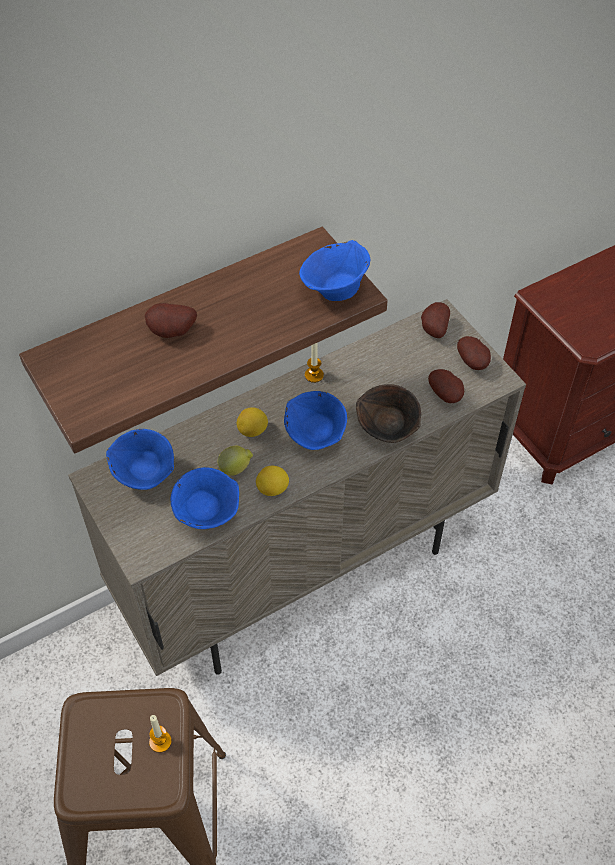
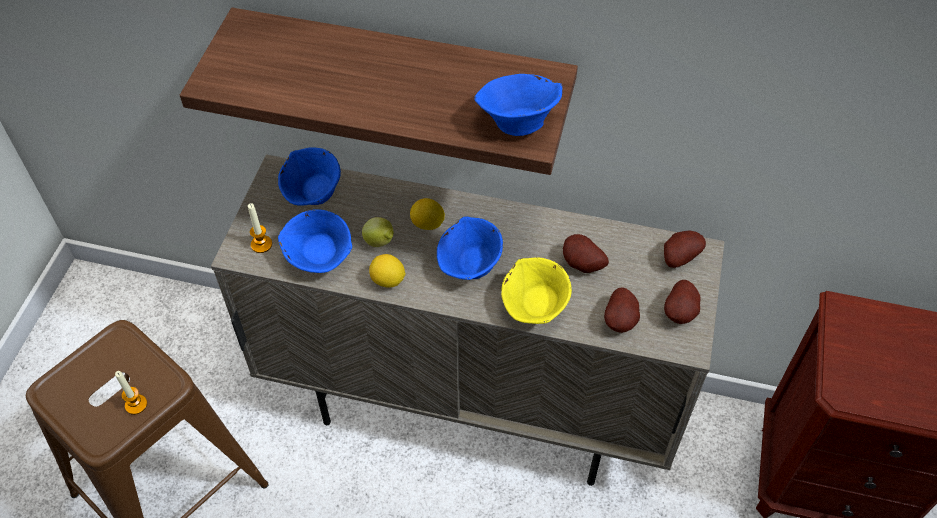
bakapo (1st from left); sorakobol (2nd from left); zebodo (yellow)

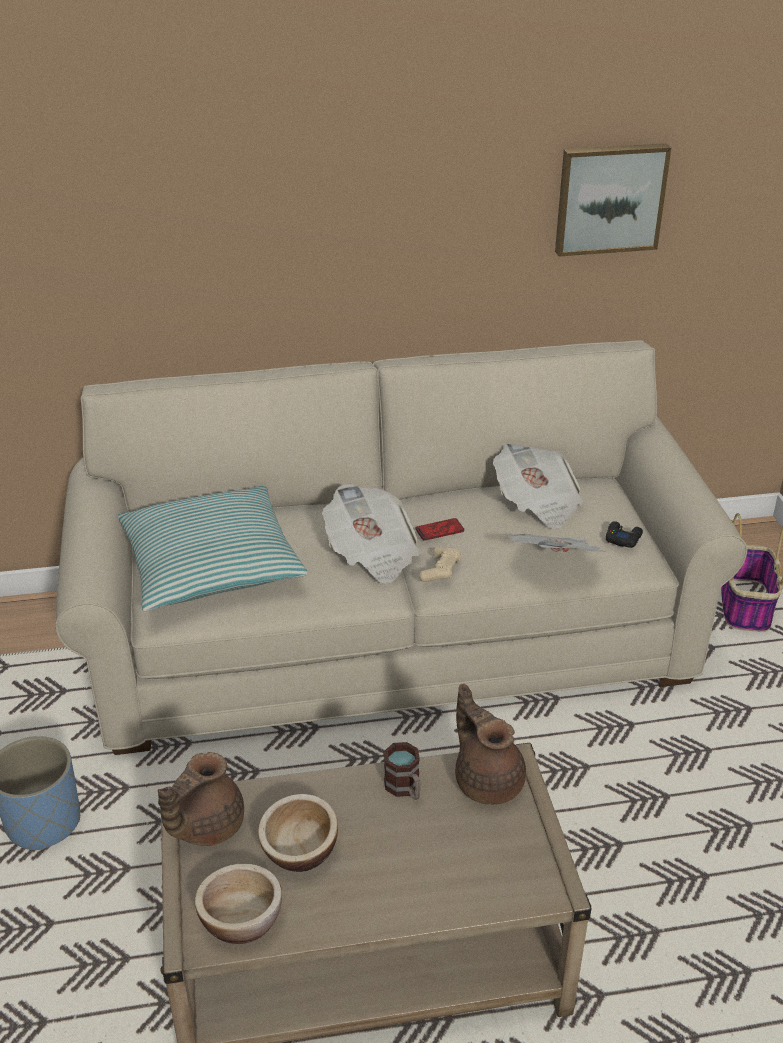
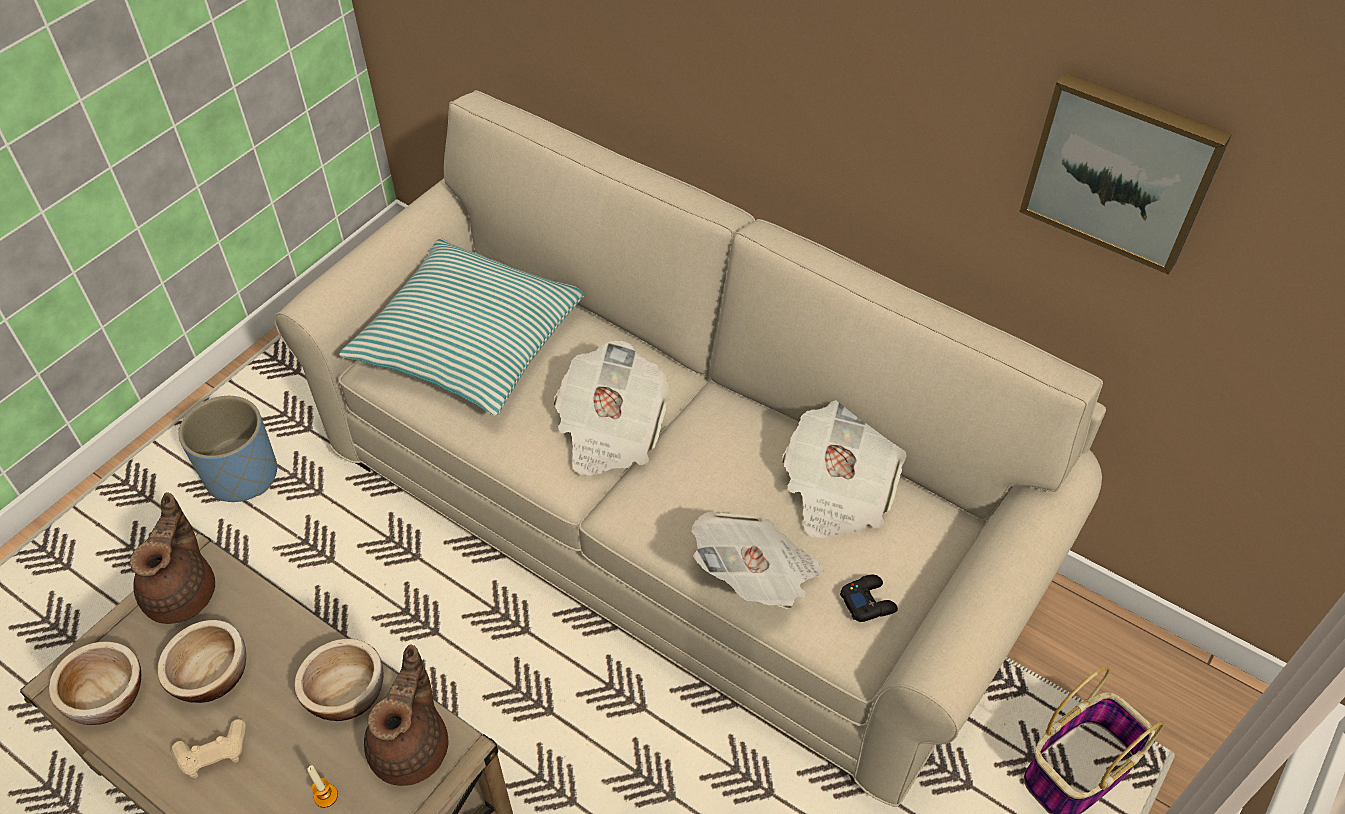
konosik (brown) (1st from left); zebodo (3rd from left); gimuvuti; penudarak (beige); sorakobol

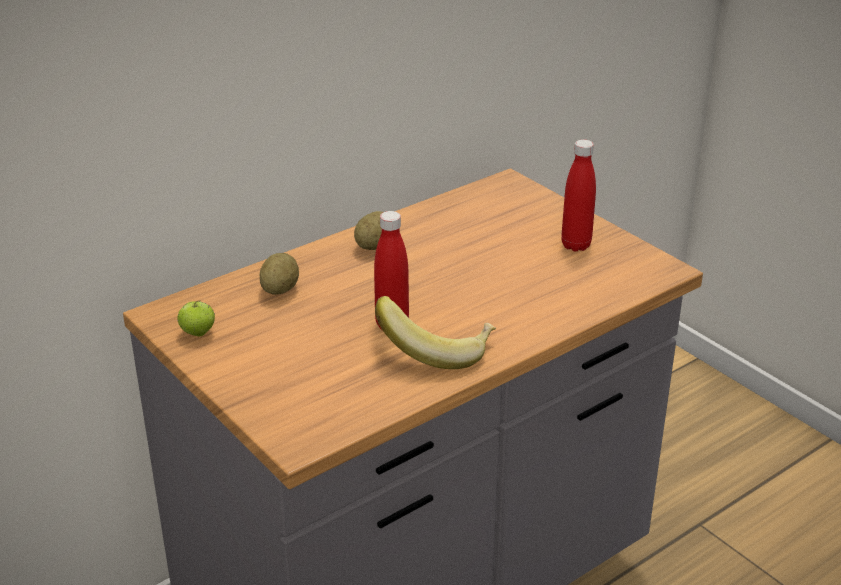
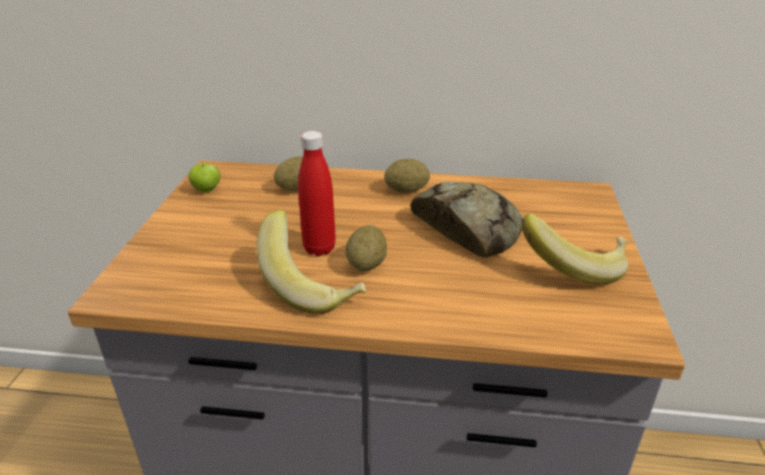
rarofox (2nd from left); bakapo (2nd from left); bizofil

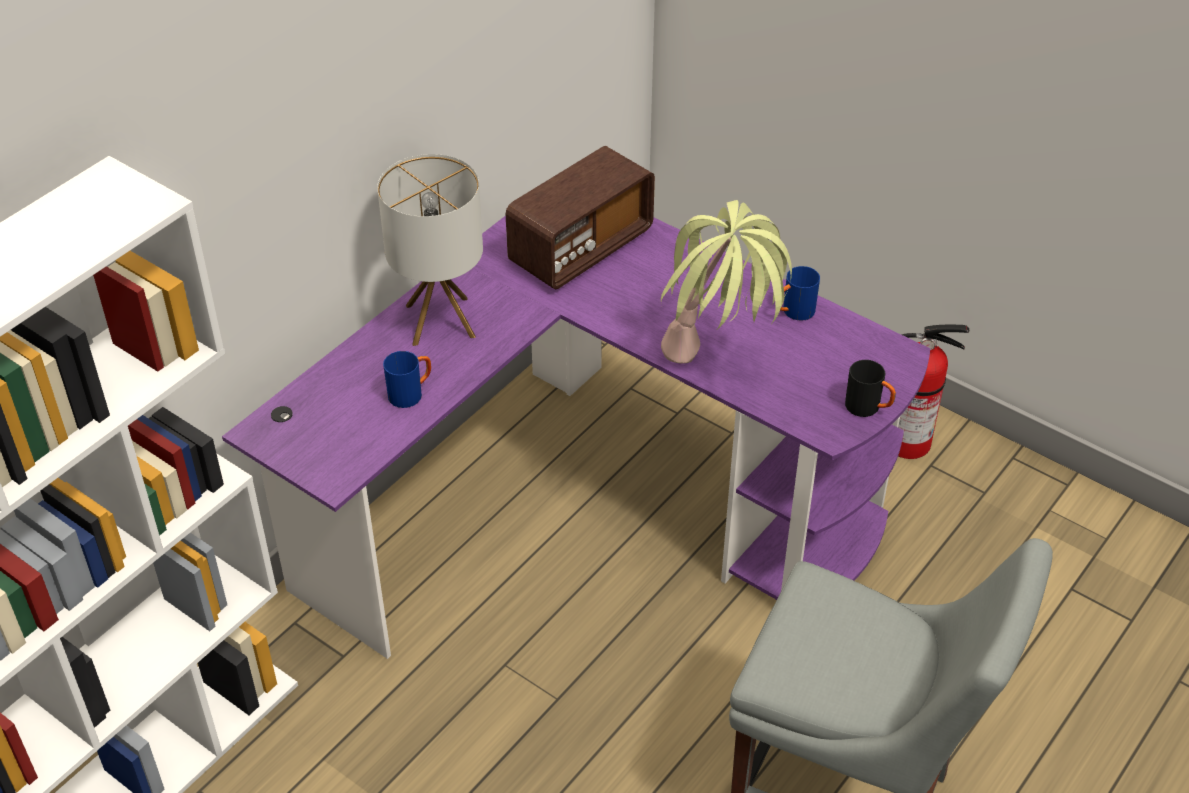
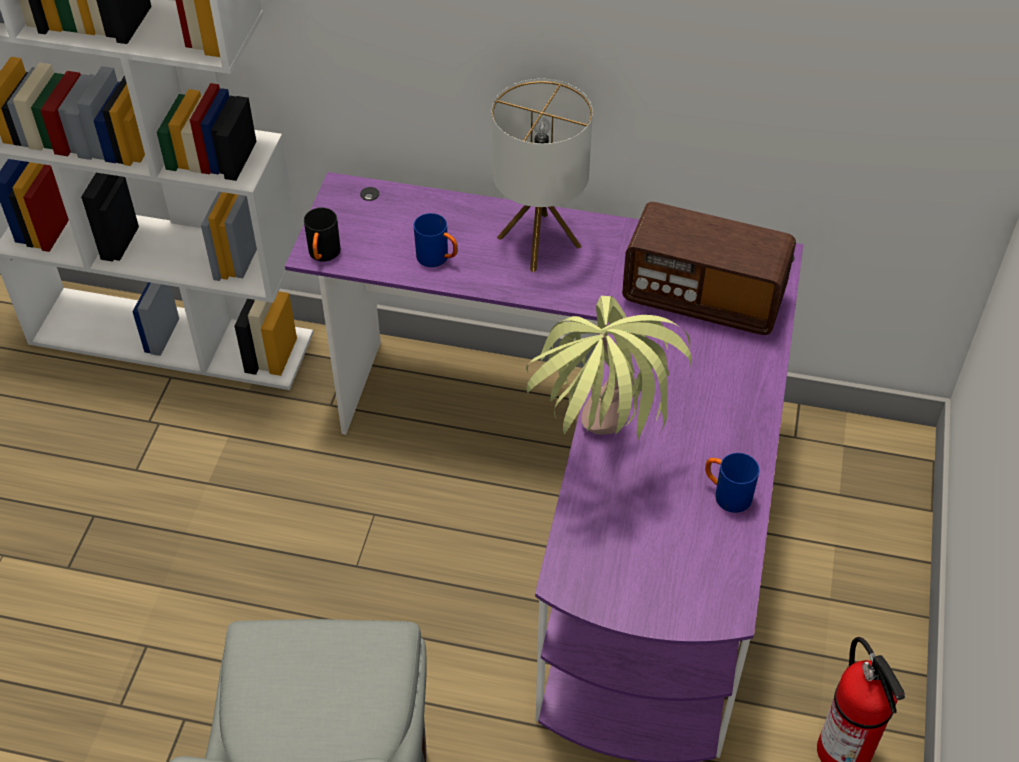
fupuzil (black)

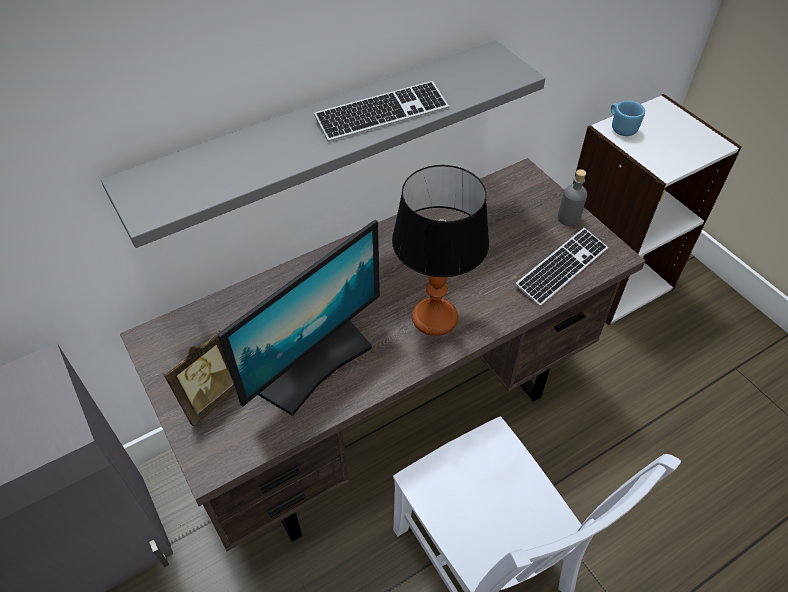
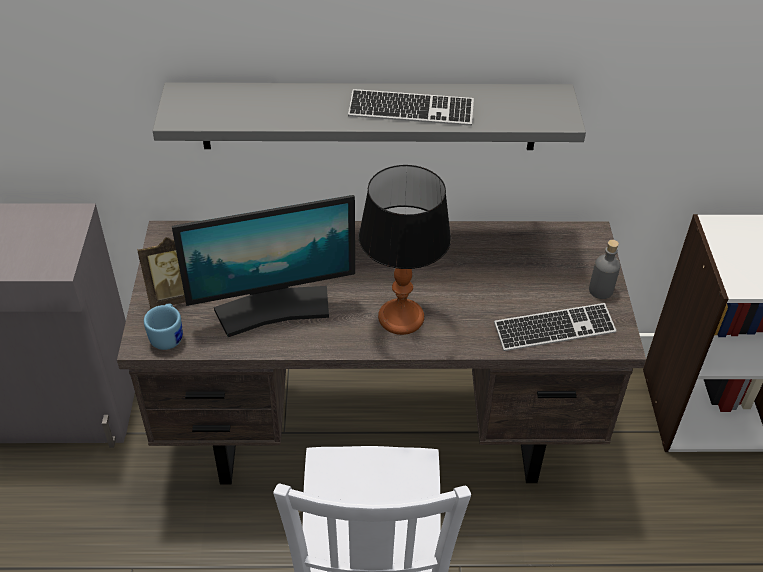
fupuzil (blue)

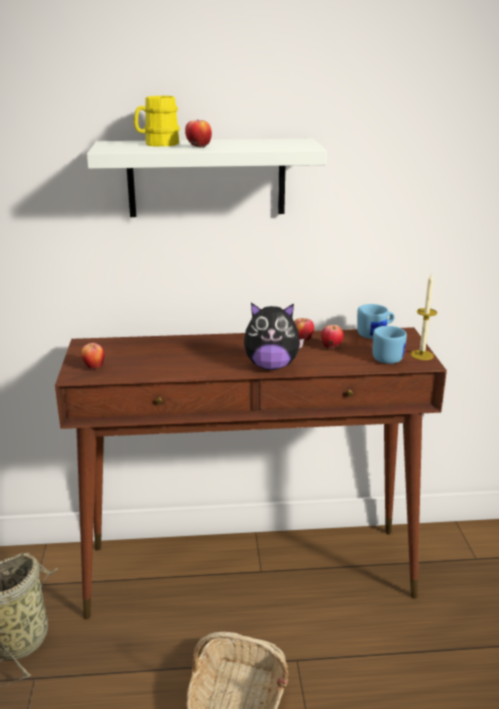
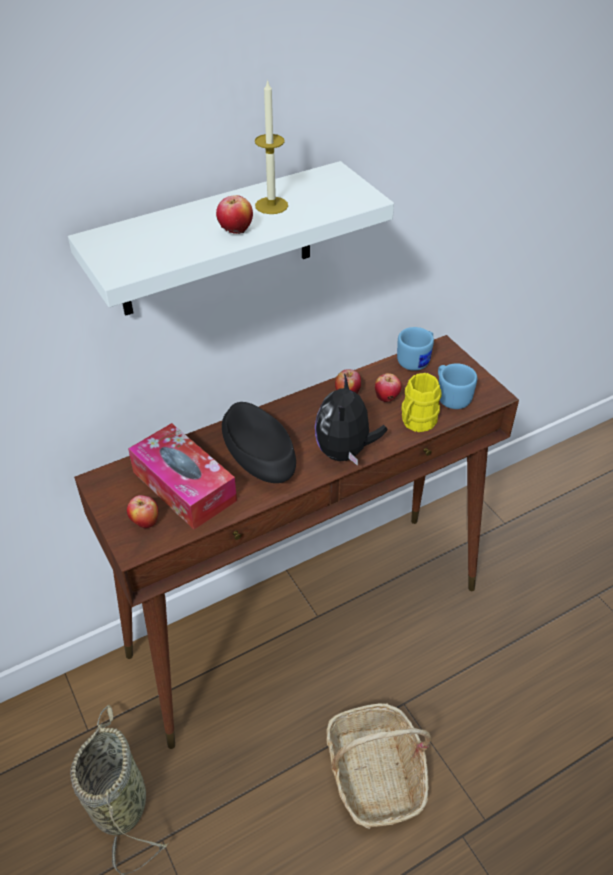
fupuzil (yellow); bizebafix; sorakobol; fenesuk; zebodo (black)

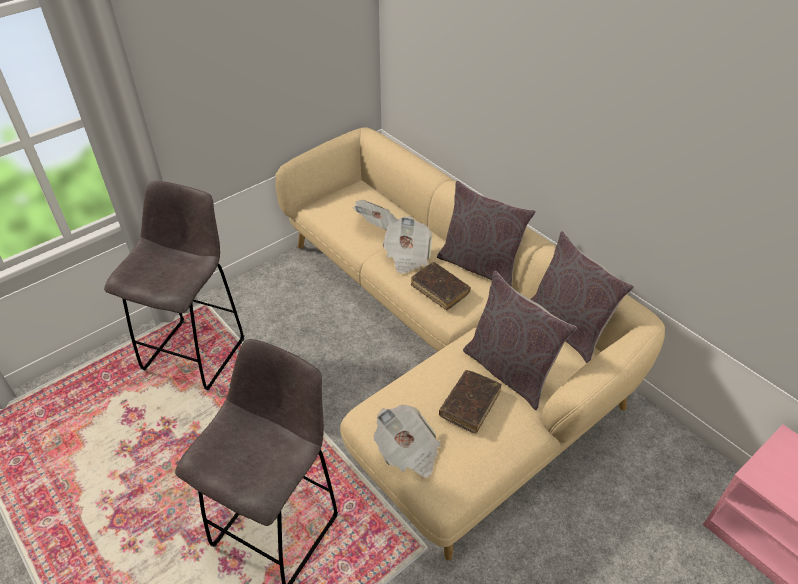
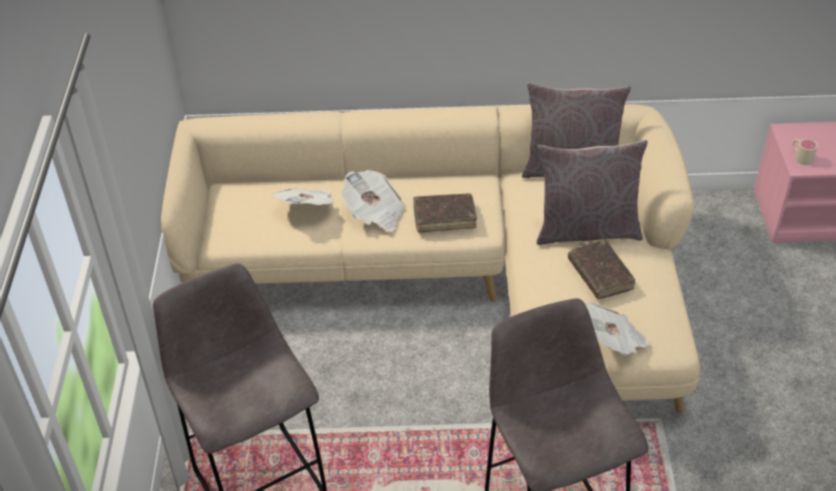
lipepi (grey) (1st from left in the first image); fupuzil (beige)

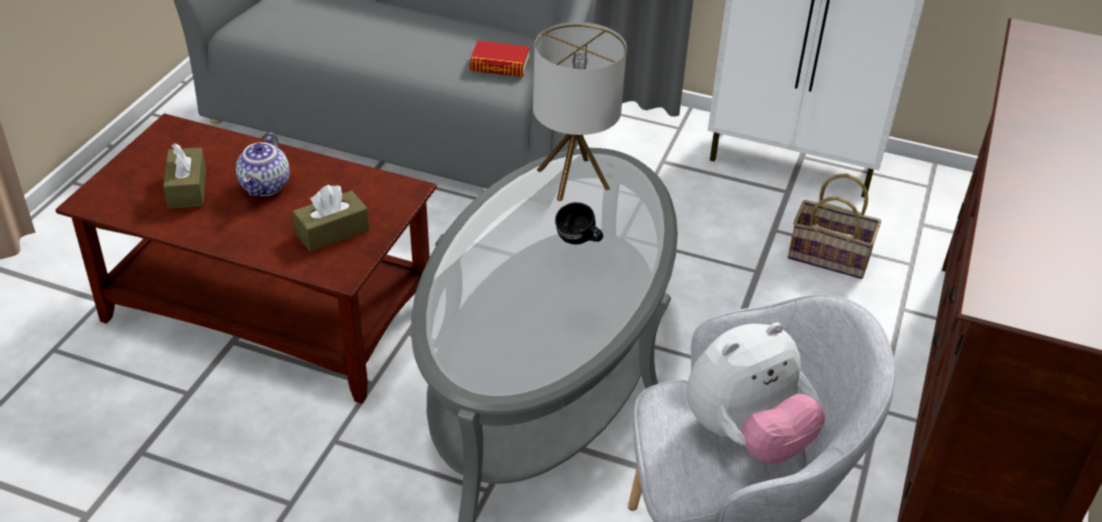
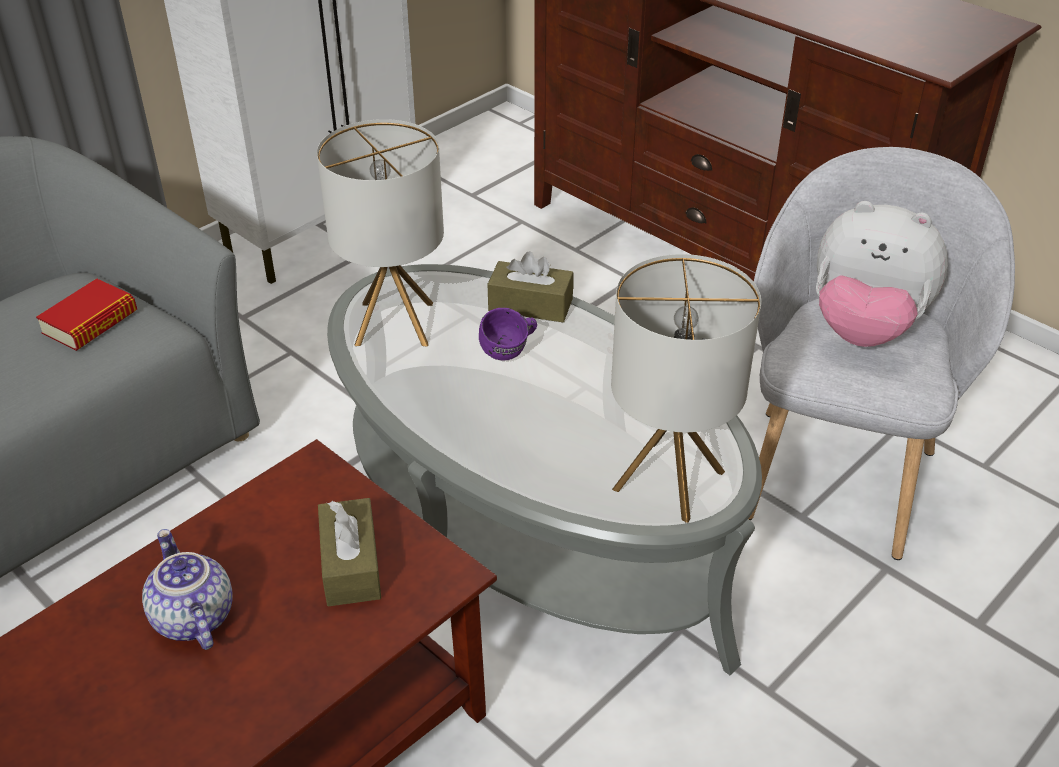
fenesuk (brown) (2nd from left); konosik; fupuzil (purple); bizebafix; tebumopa; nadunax (2nd from left)

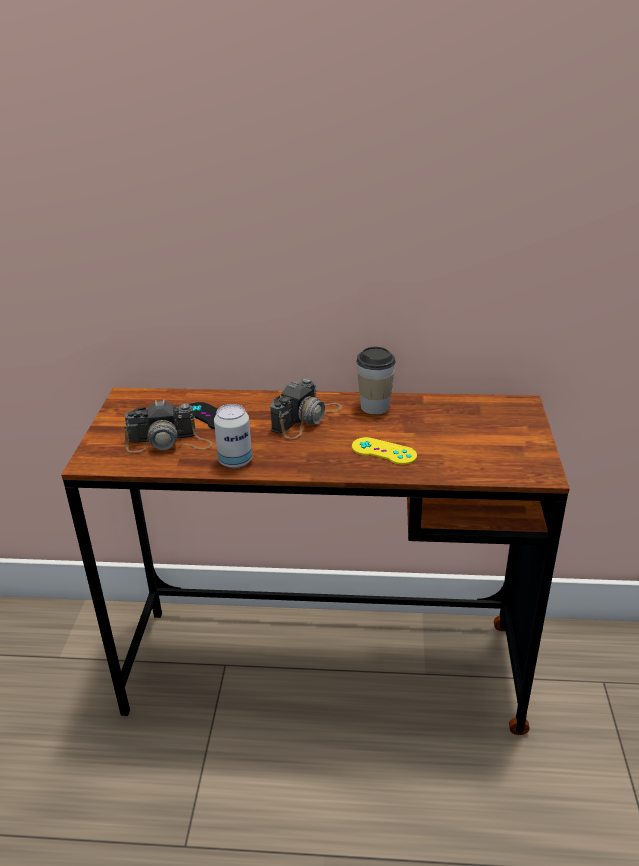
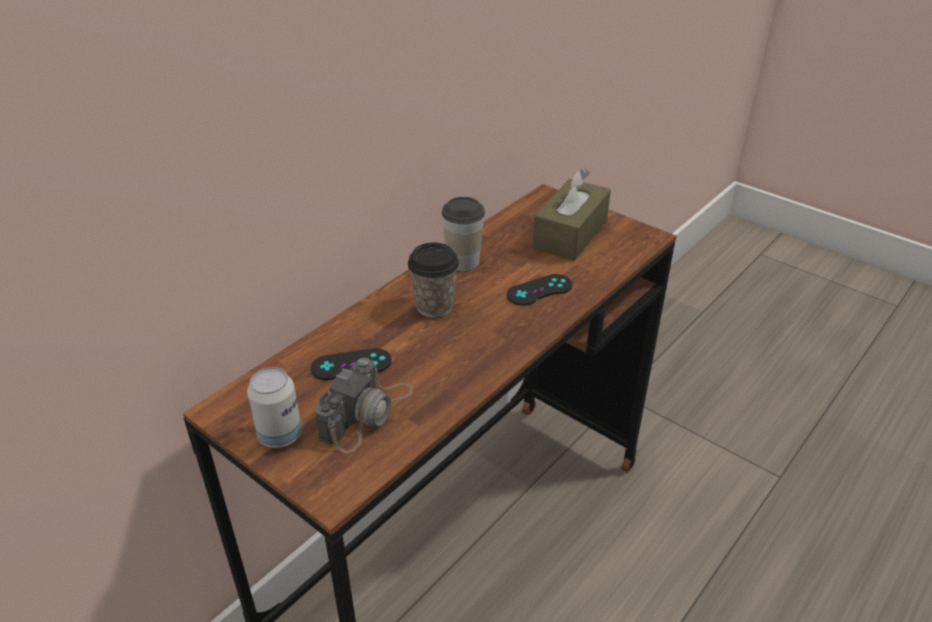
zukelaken; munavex (1st from left); penudarak (black) (2nd from left); fenesuk (brown)

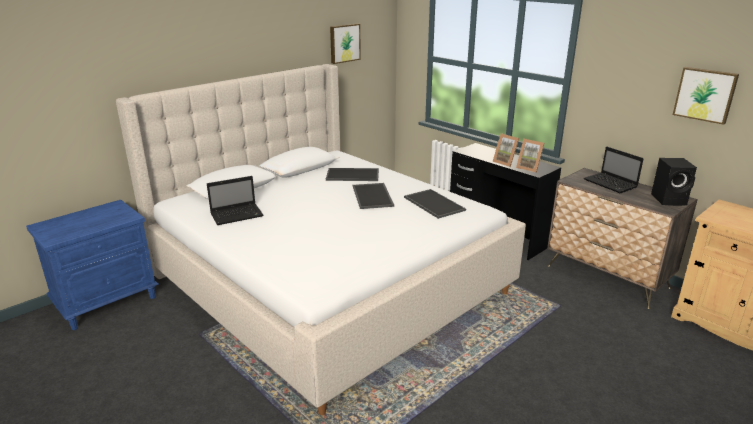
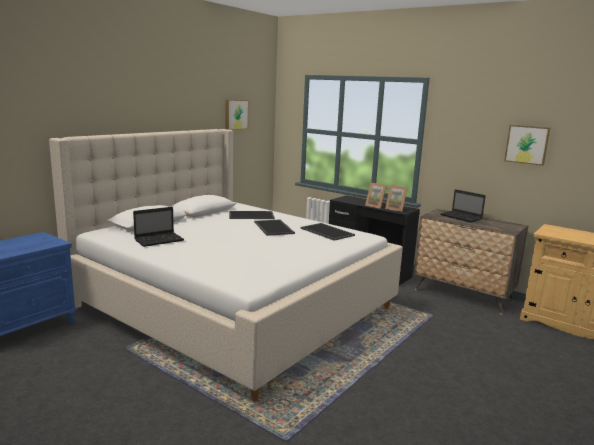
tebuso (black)

